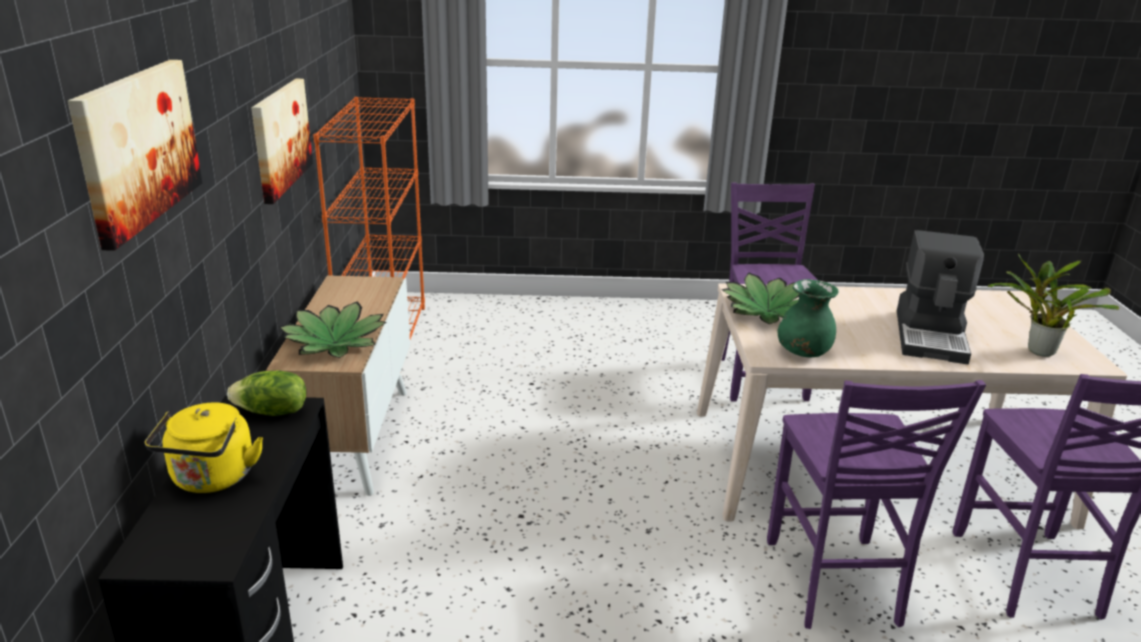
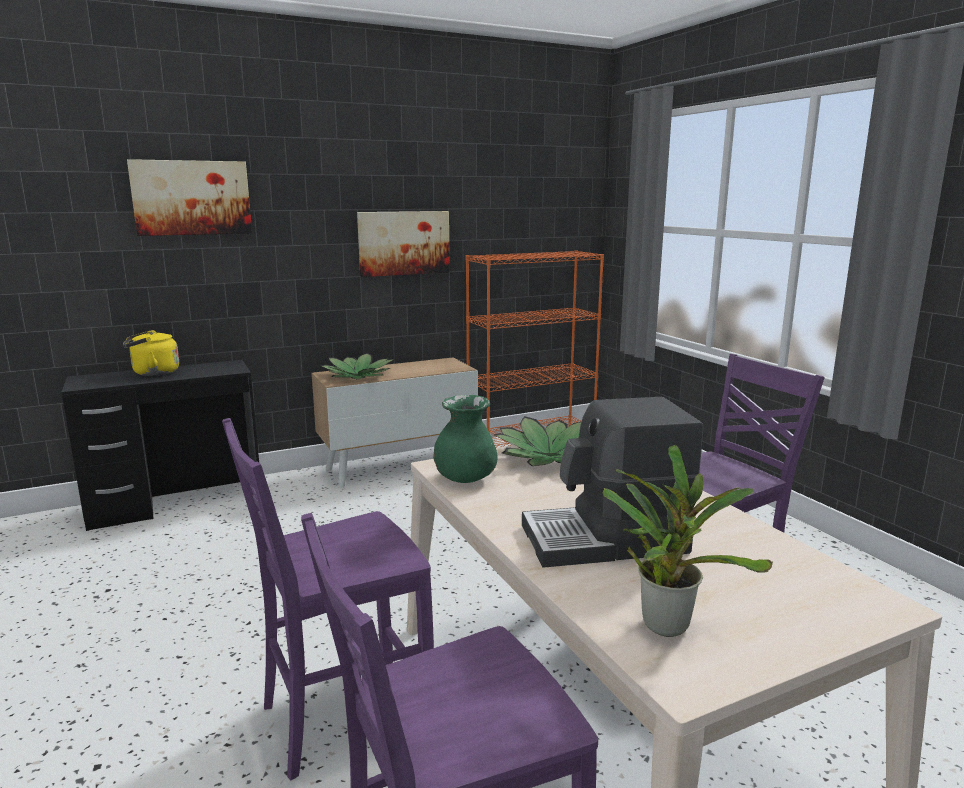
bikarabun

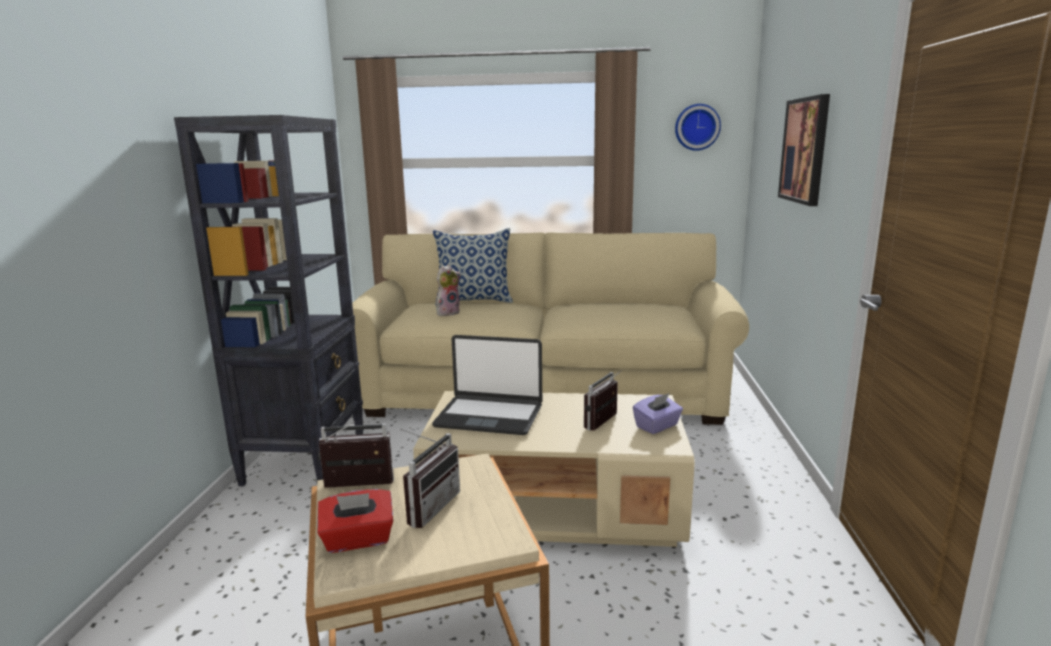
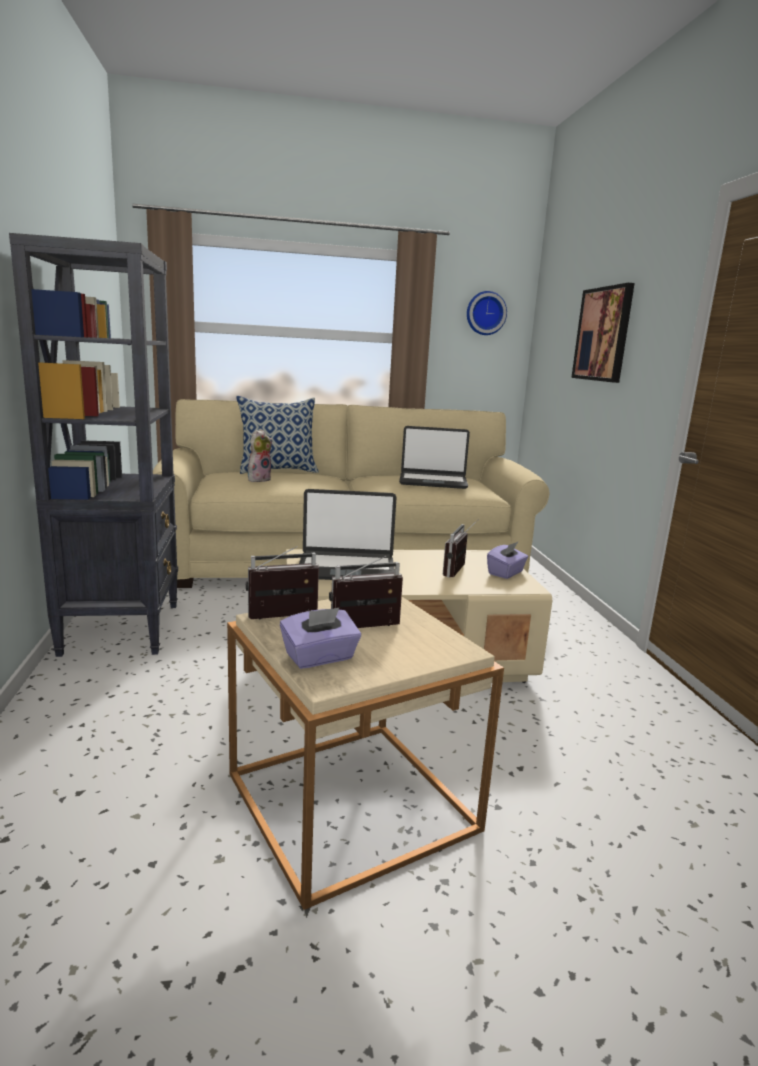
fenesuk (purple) (1st from left); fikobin (2nd from left); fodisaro (2nd from left)

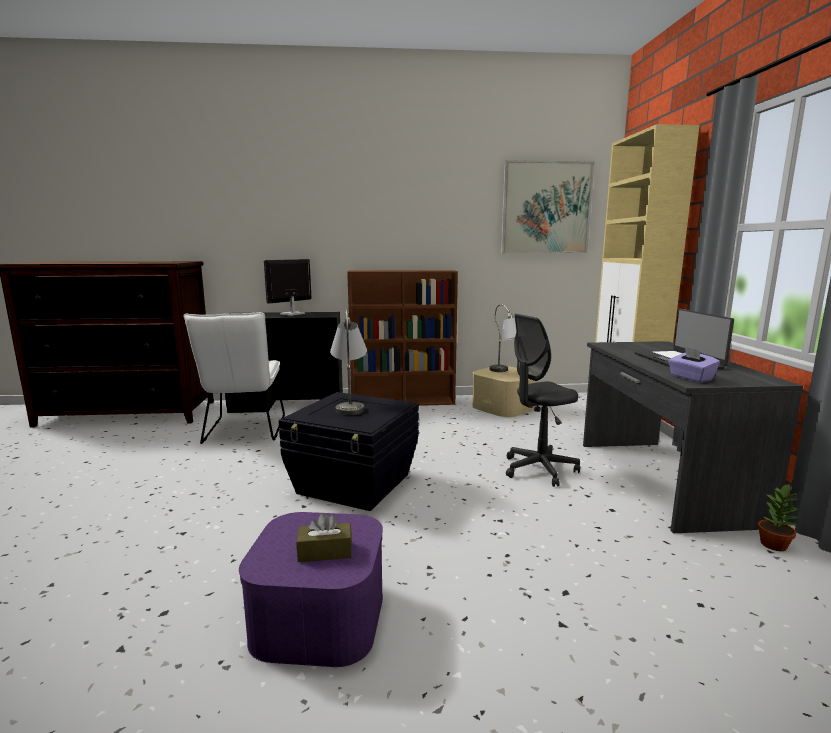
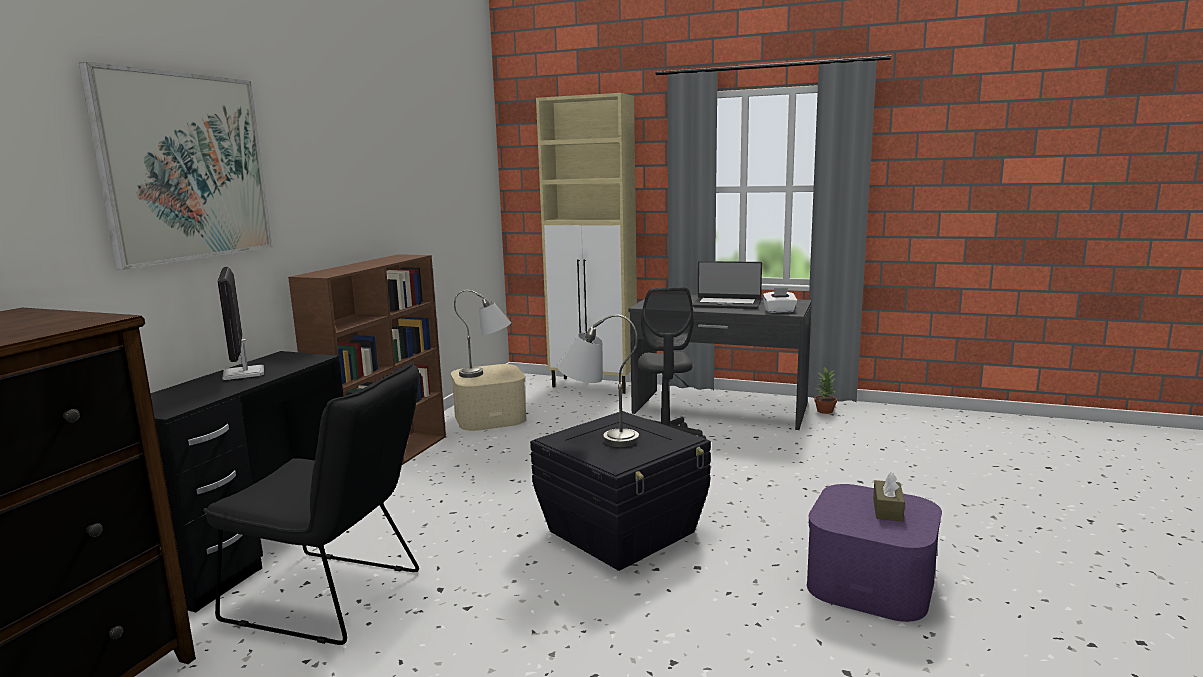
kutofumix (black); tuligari; fenesuk (white)

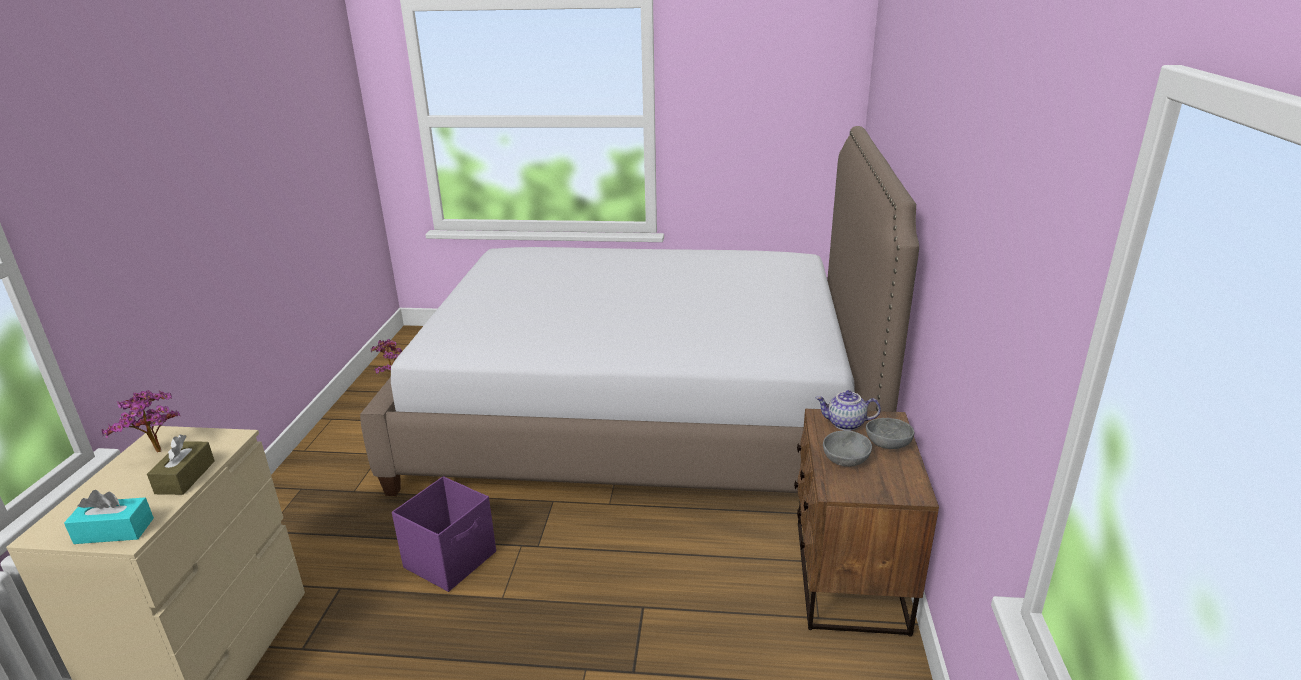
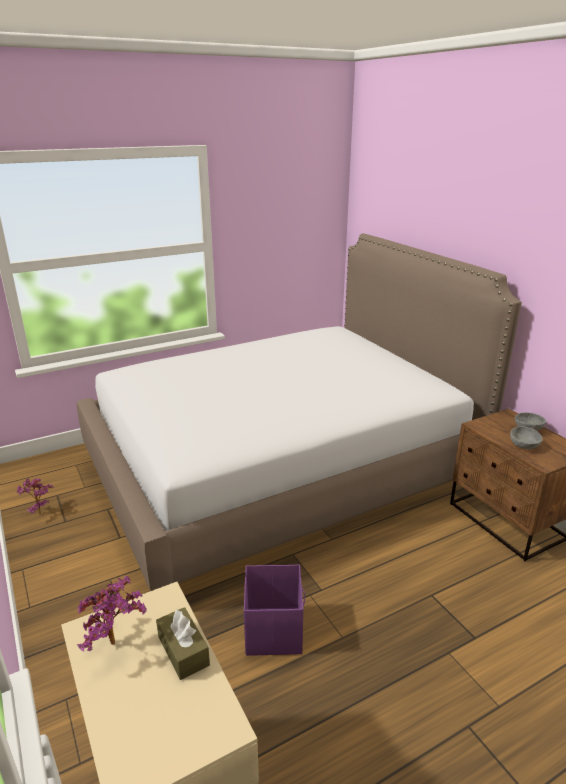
fenesuk (turquoise); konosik

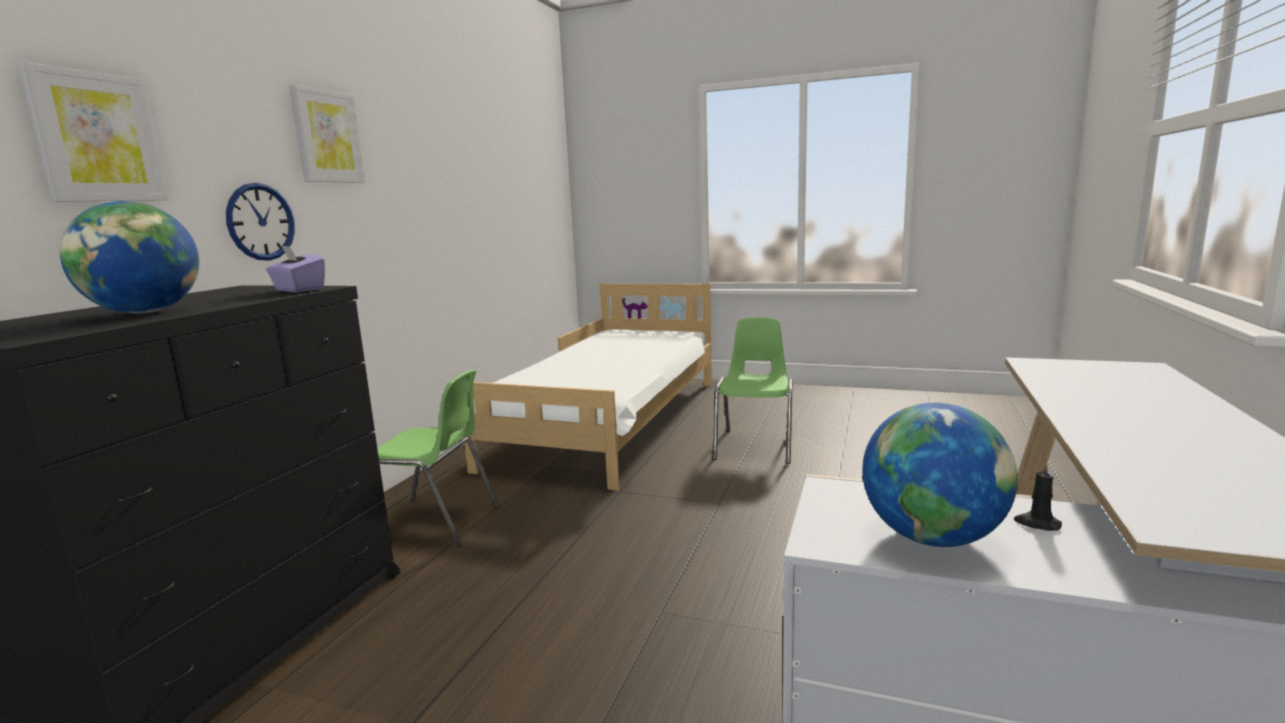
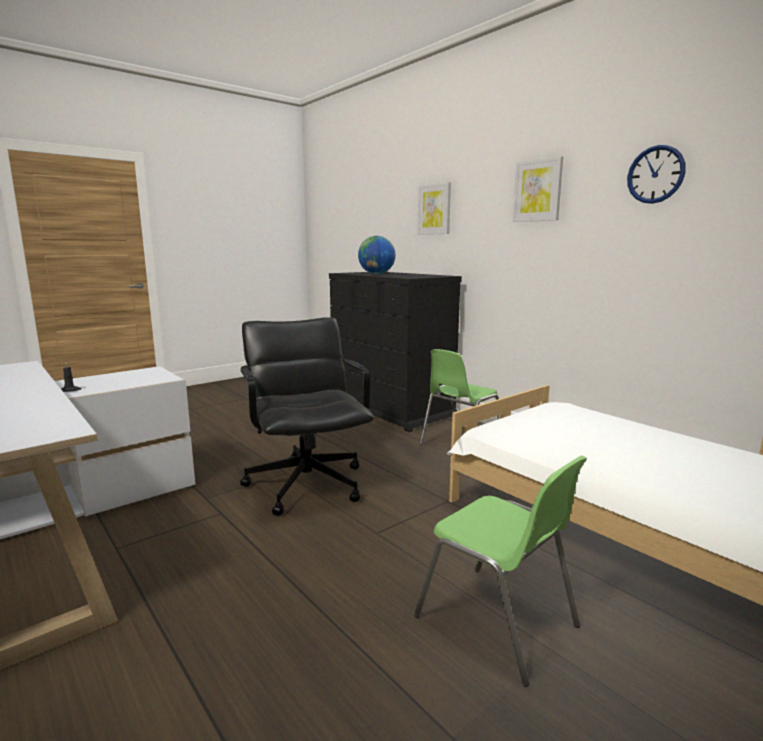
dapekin; fenesuk (purple); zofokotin (2nd from left in the first image); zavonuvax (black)

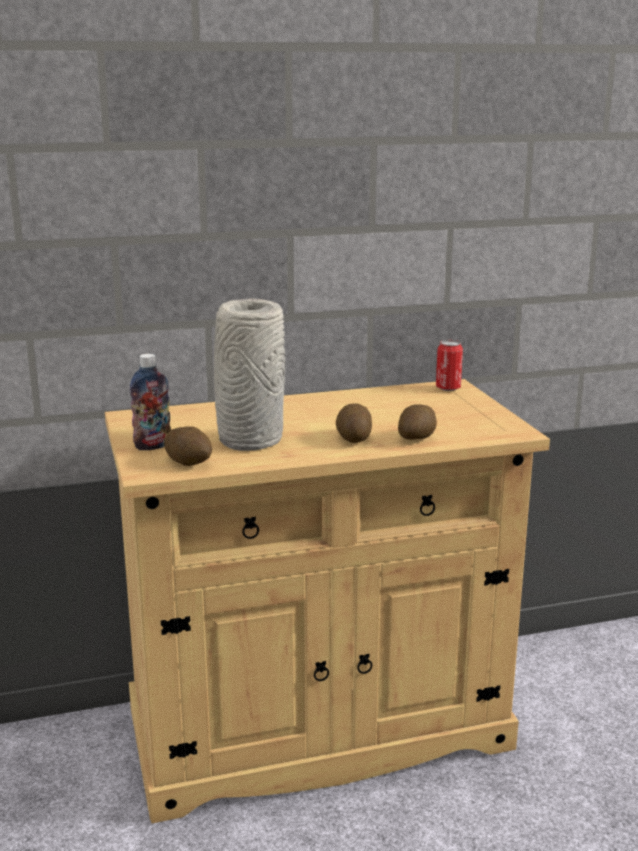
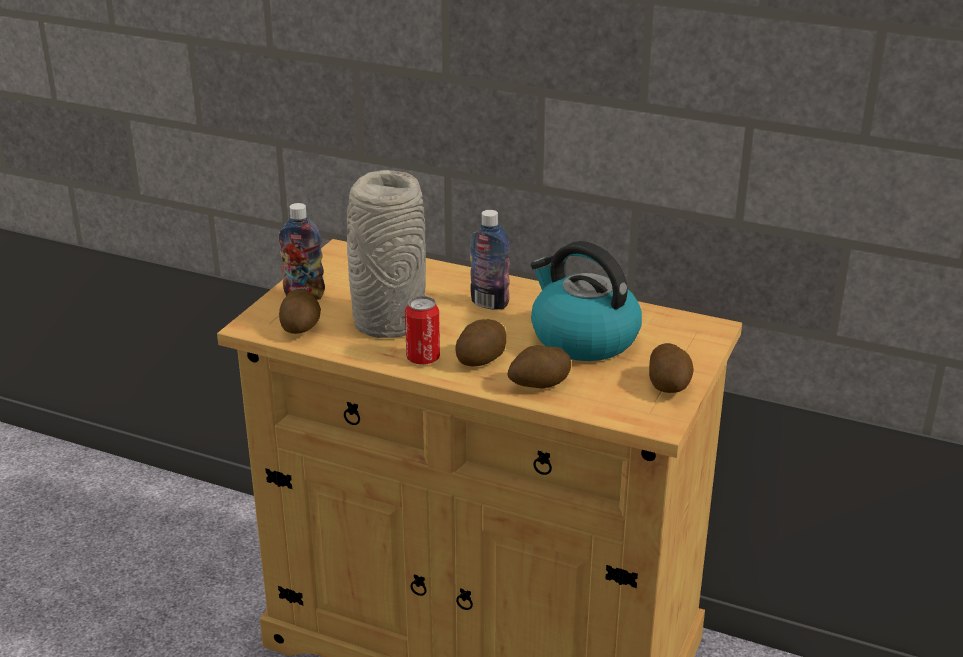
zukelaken; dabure (2nd from left); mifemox; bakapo (4th from left)

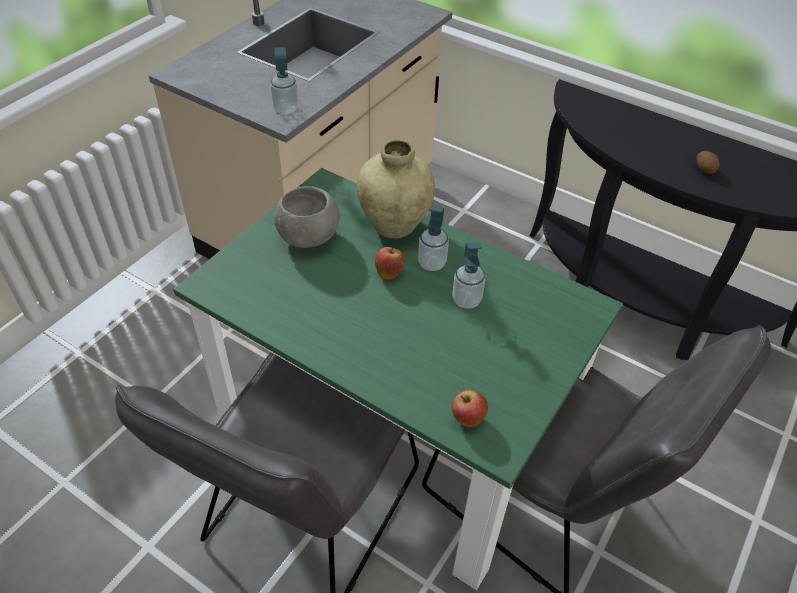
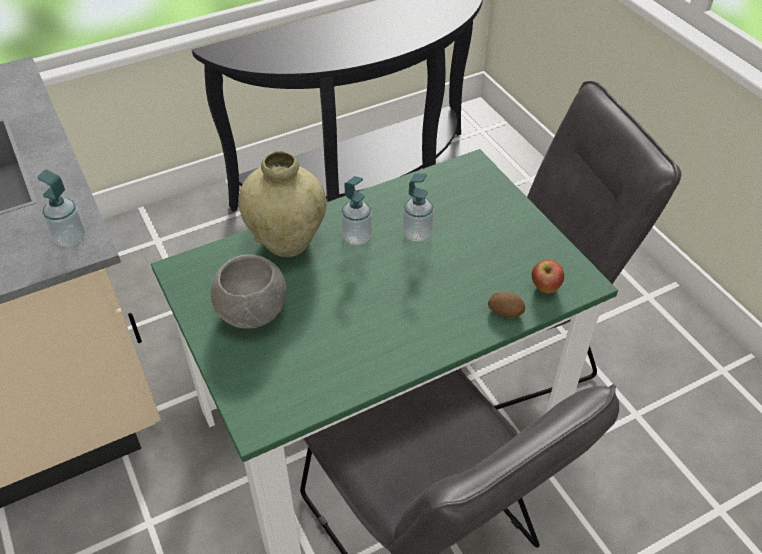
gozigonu (1st from left in the first image); bakapo

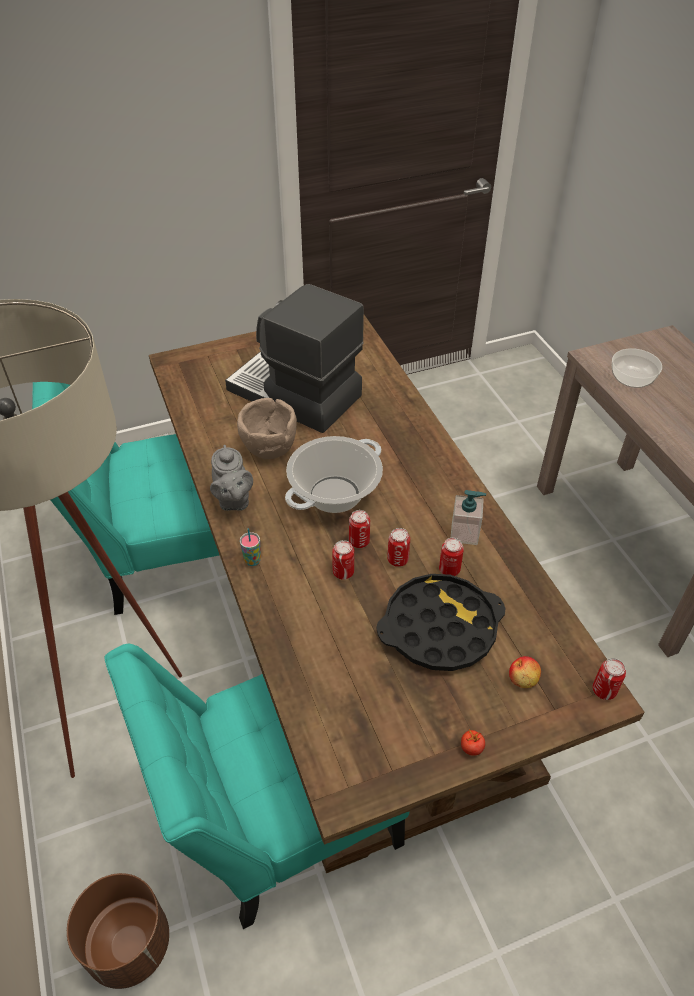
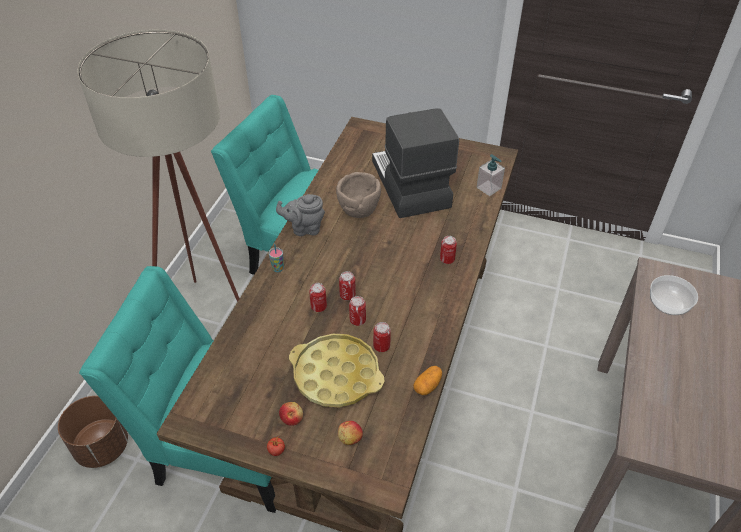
konosik (grey); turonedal; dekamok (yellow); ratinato; zukelaken (5th from left); gozigonu (1st from left); bakapo

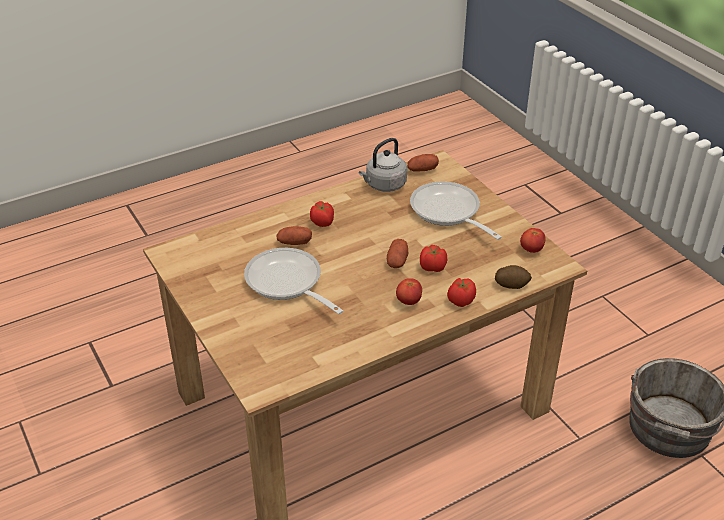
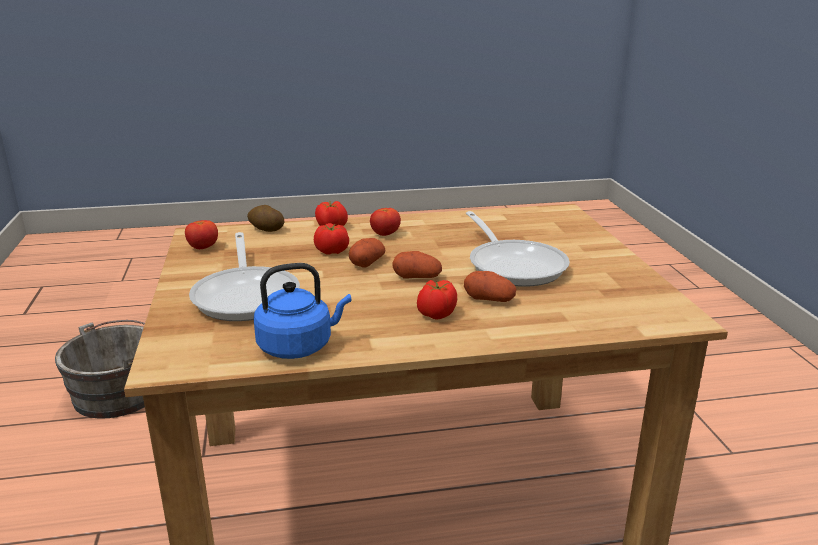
mifemox (blue); bakapo (3rd from left)

